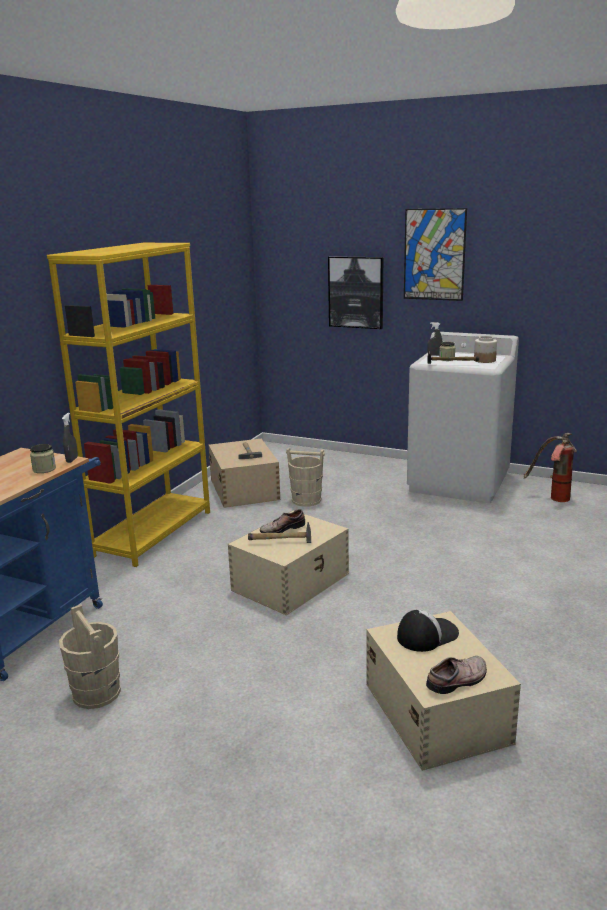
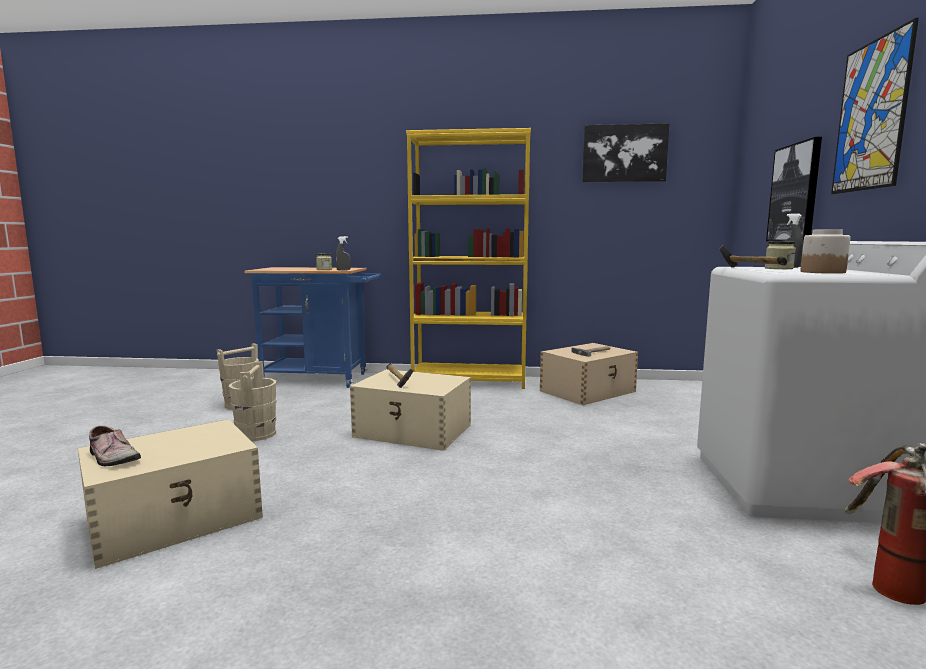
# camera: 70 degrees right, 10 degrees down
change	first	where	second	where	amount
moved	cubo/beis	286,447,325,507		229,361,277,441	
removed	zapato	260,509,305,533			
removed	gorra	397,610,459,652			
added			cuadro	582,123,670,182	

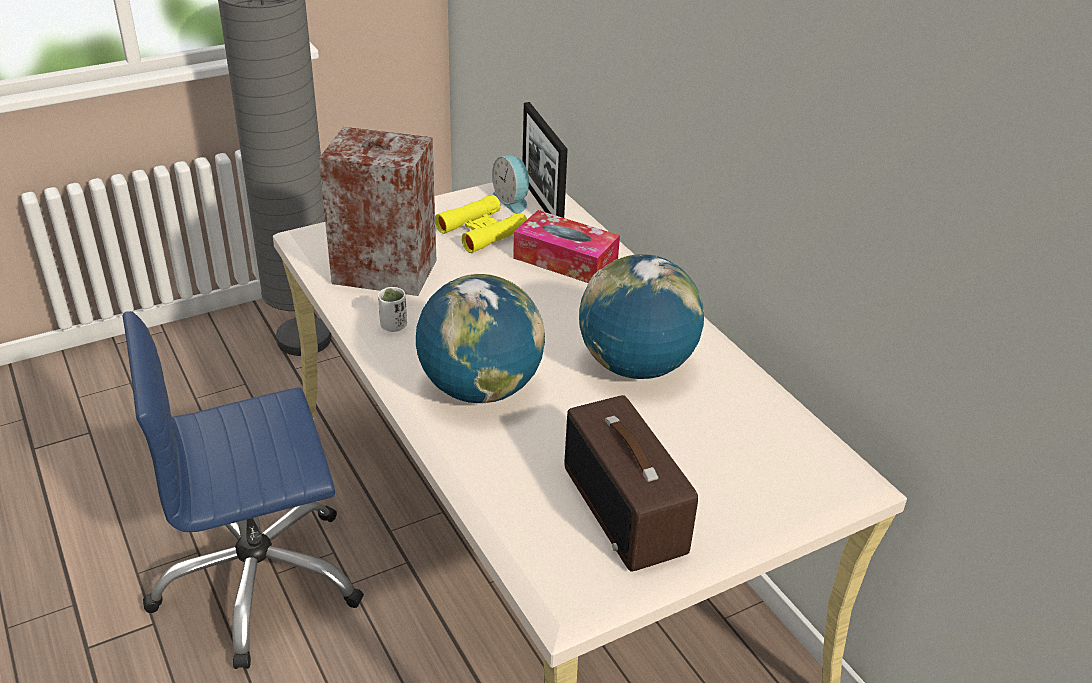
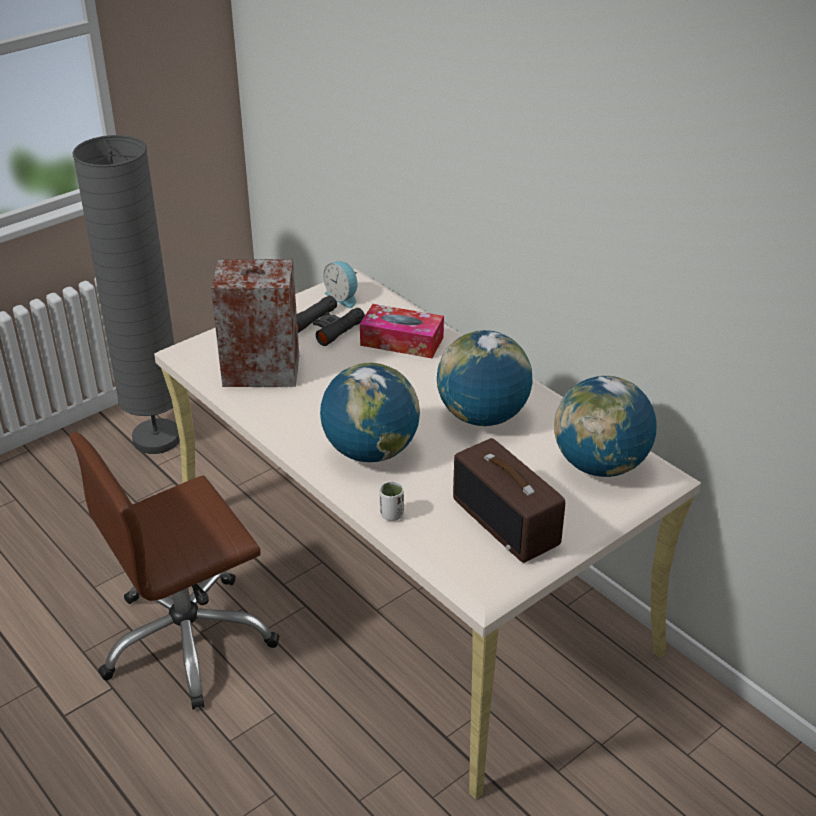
# camera: 10 degrees left, 0 degrees up
change	first	where	second	where	amount
removed	portarretratos	523,102,568,218			
recoloured	prismáticos/amarillo	435,195,527,253	prismáticos/negro	297,296,365,346	
moved	taza/blanco	378,287,407,332		380,481,404,521	
recoloured	silla de oficina/azul	123,311,364,669	silla de oficina/marrón	70,432,279,710	
added			globo terráqueo	554,376,657,477	

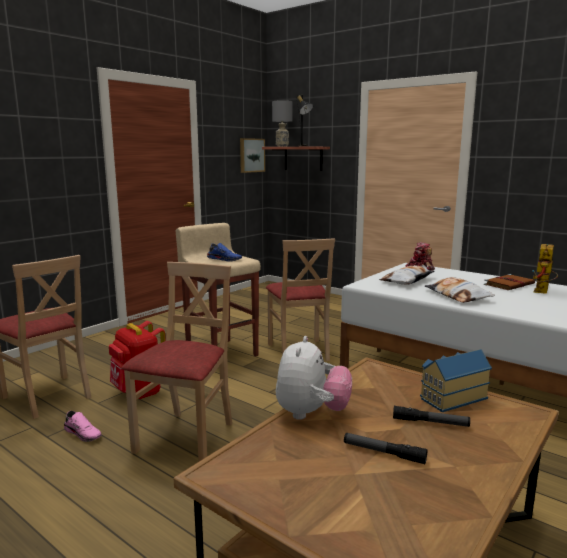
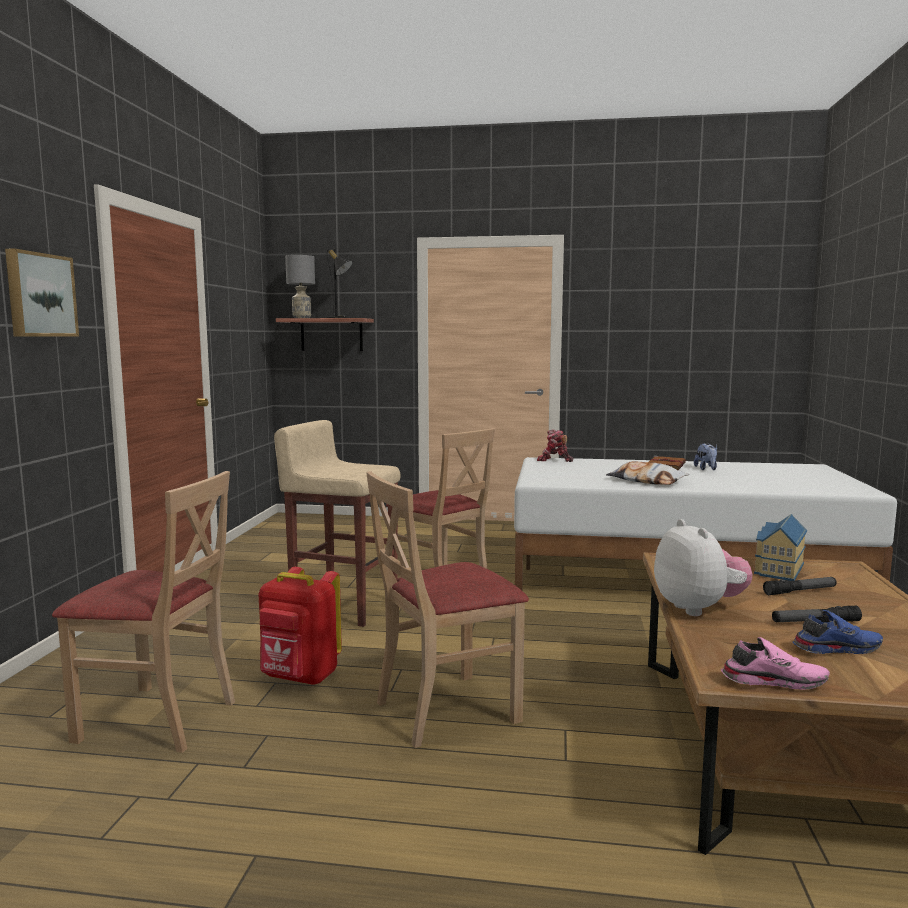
# camera: 30 degrees left, 5 degrees down
change	first	where	second	where	amount
moved	cuadro	240,138,265,173		5,249,79,337	
moved	zapato/azul	207,243,242,262		793,610,883,654	
replaced	robot de juguete	532,244,558,294	peluche	694,443,717,470	
turned	silla/beis	121,262,232,462		366,471,529,748	105 degrees counterclockwise
removed	cojín	379,266,435,284			
moved	zapato/rosa	64,411,102,442		721,637,830,690	

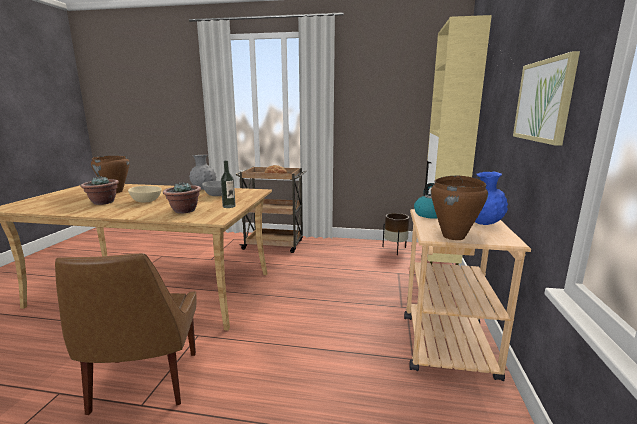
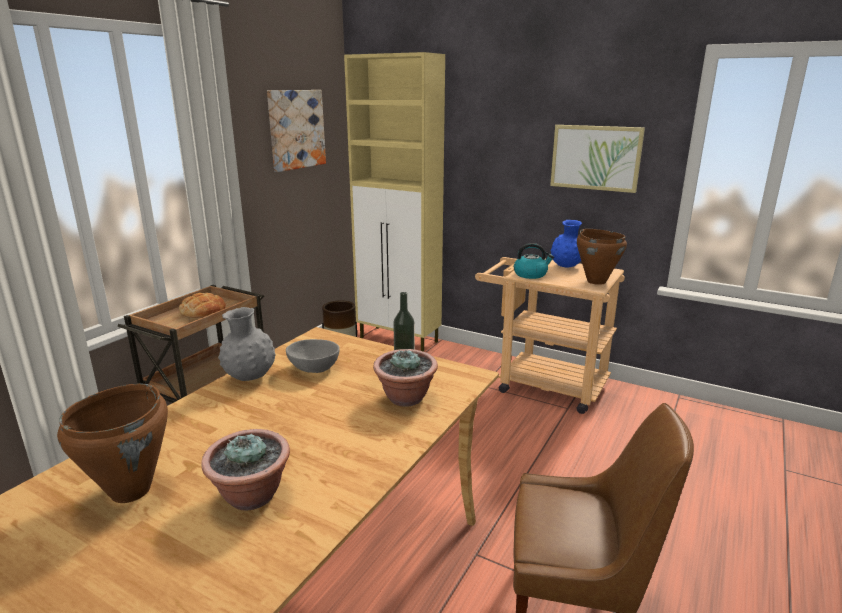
# camera: 70 degrees left, 5 degrees up
change	first	where	second	where	amount
removed	cuenco/beis	128,186,162,202			
added			cuadro	267,90,326,172	

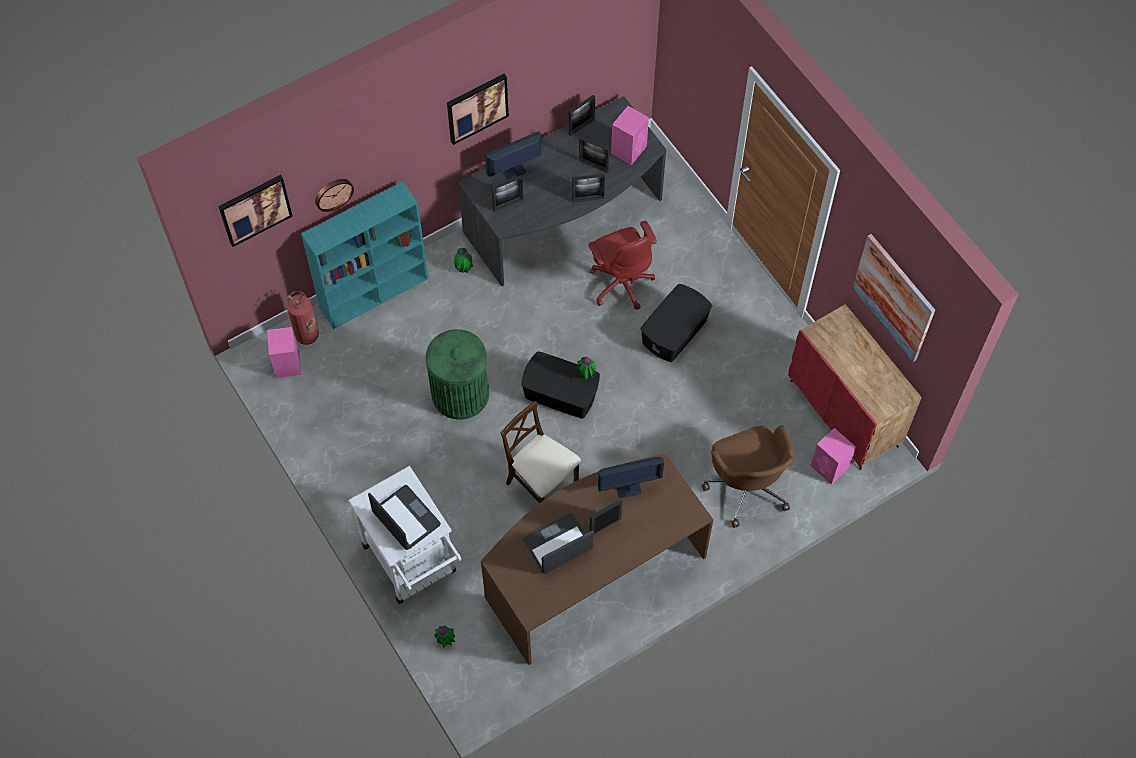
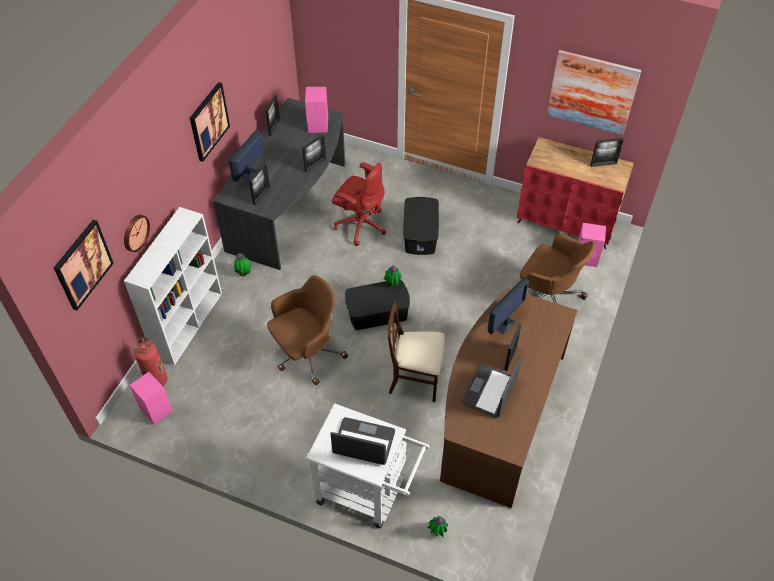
# camera: 35 degrees left, 10 degrees down
change	first	where	second	where	amount
moved	portarretratos	579,136,610,173		590,138,624,167	
recoloured	estantería/turquesa	301,181,428,329	estantería/blanco	124,207,222,365	
replaced	papelera/verde	426,329,489,420	silla de oficina/marrón	267,275,348,385	

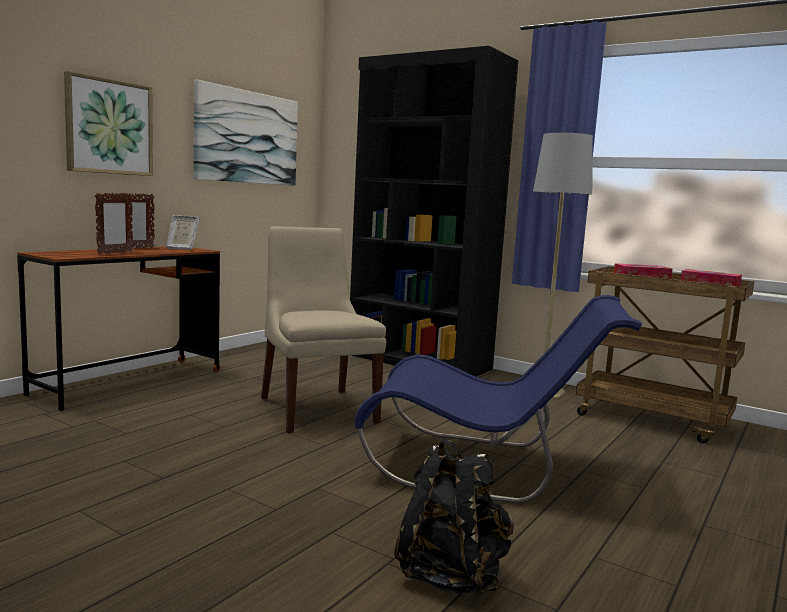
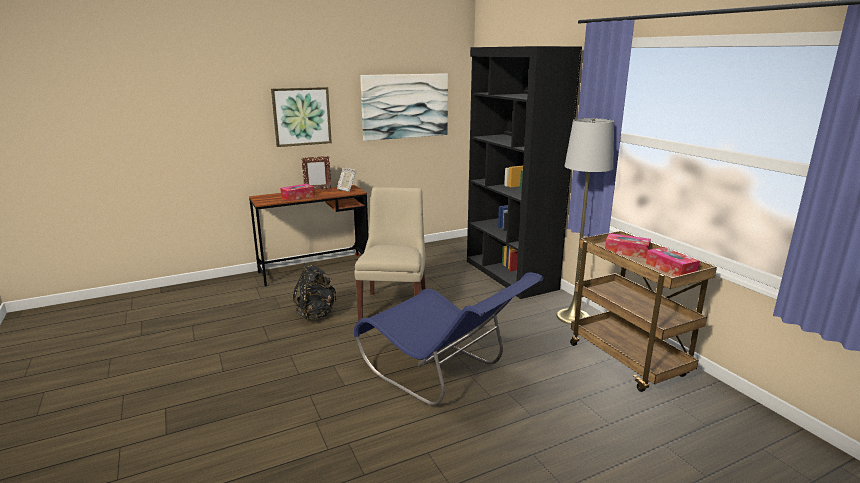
# camera: 30 degrees right, 10 degrees up
change	first	where	second	where	amount
replaced	portarretratos	95,193,133,254	caja de pañuelos	280,184,315,201	
moved	mochila/negro	394,438,514,594		293,263,337,320	

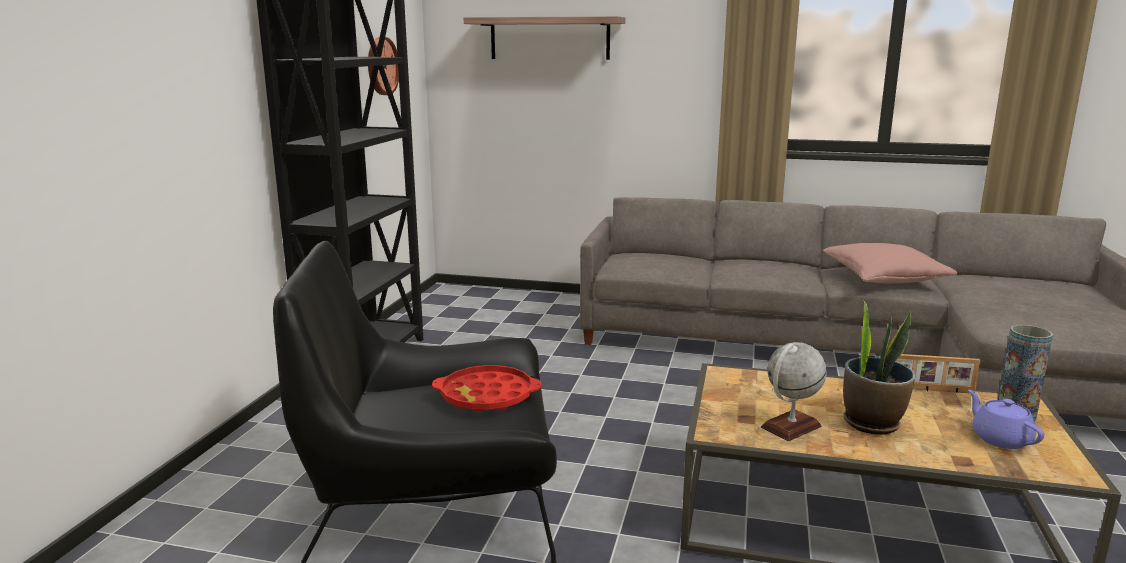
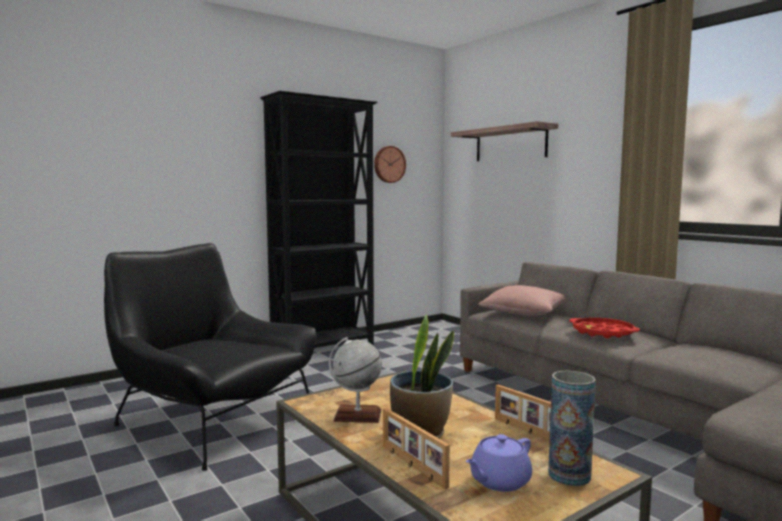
# camera: 40 degrees right, 10 degrees down
change	first	where	second	where	amount
moved	cojín/rosa	823,243,957,283		478,285,566,316	
moved	bandeja/rojo	432,365,541,412		569,318,640,339	
turned	tetera/morado	968,390,1044,449		466,434,532,492	150 degrees counterclockwise
added			portarretratos	383,408,450,490	

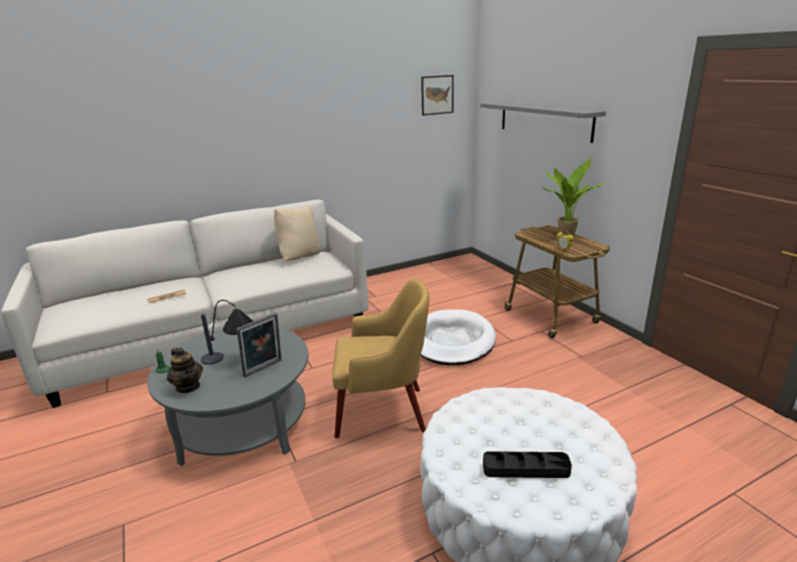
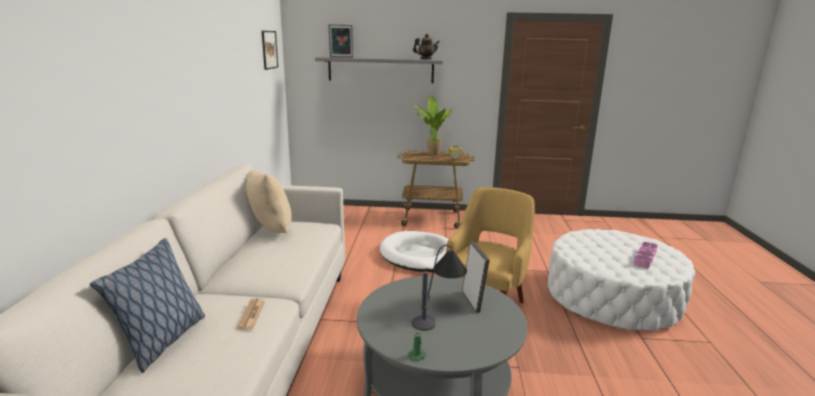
# camera: 60 degrees left, 5 degrees down
change	first	where	second	where	amount
moved	tetera	167,348,203,393		413,34,439,59	
recoloured	bandeja/negro	483,451,572,478	bandeja/rosa	634,242,658,268	
added			portarretratos	328,24,353,58	
added			cojín	90,238,205,373	

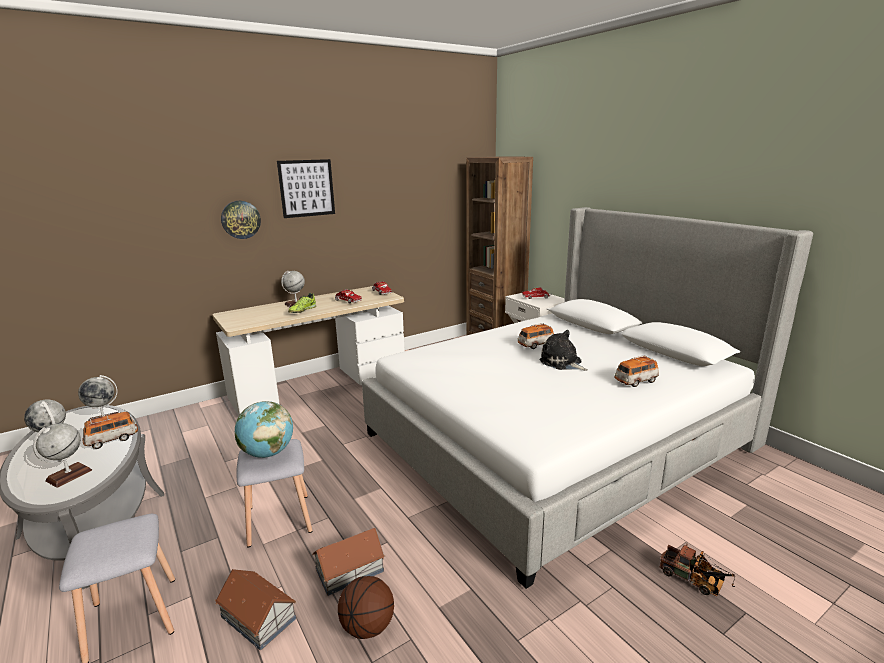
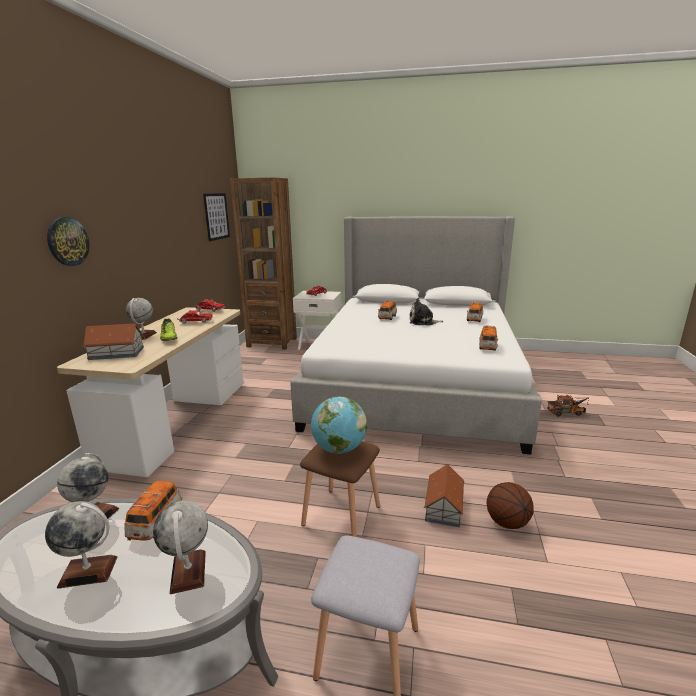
# camera: 45 degrees left, 0 degrees up
change	first	where	second	where	amount
moved	cuadro	277,159,335,218		203,193,230,241	
recoloured	taburete/gris	236,439,312,547	taburete/marrón	300,441,380,537	
moved	casita	215,569,296,650		82,323,144,360	
added			coche de juguete	479,325,498,351	

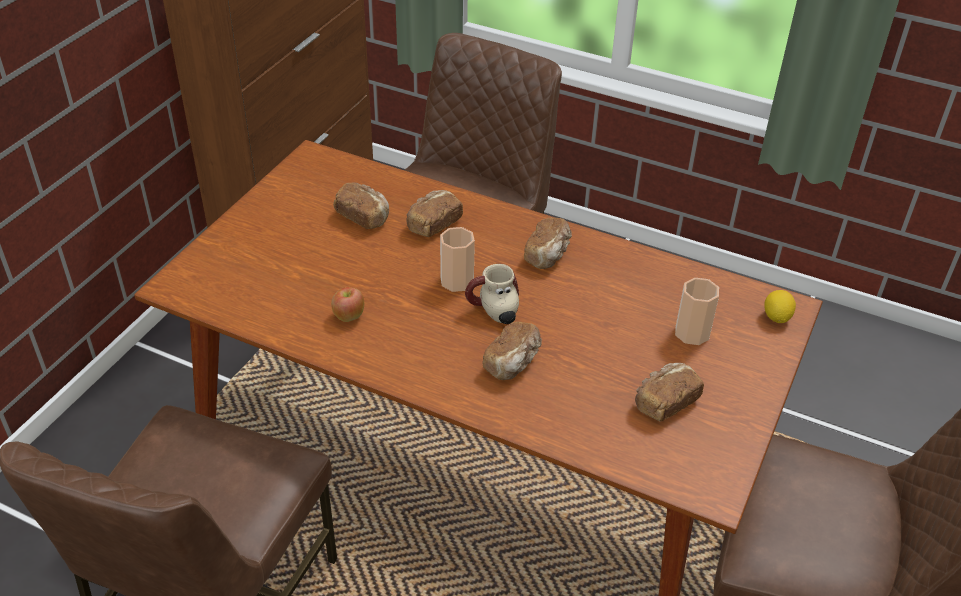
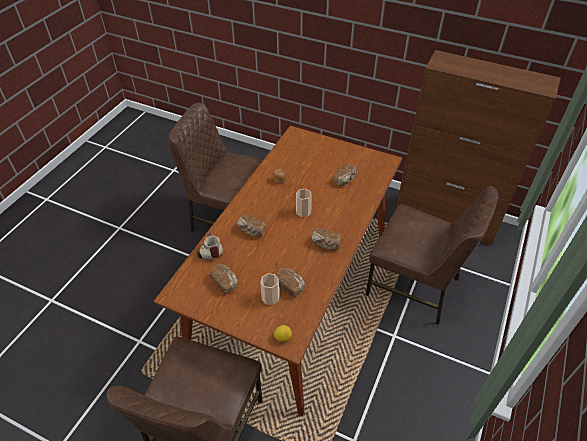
# camera: 90 degrees right, 5 degrees up
change	first	where	second	where	amount
moved	pan	407,190,463,237		276,268,305,297	
moved	taza grande	465,264,519,324		197,232,223,260	

